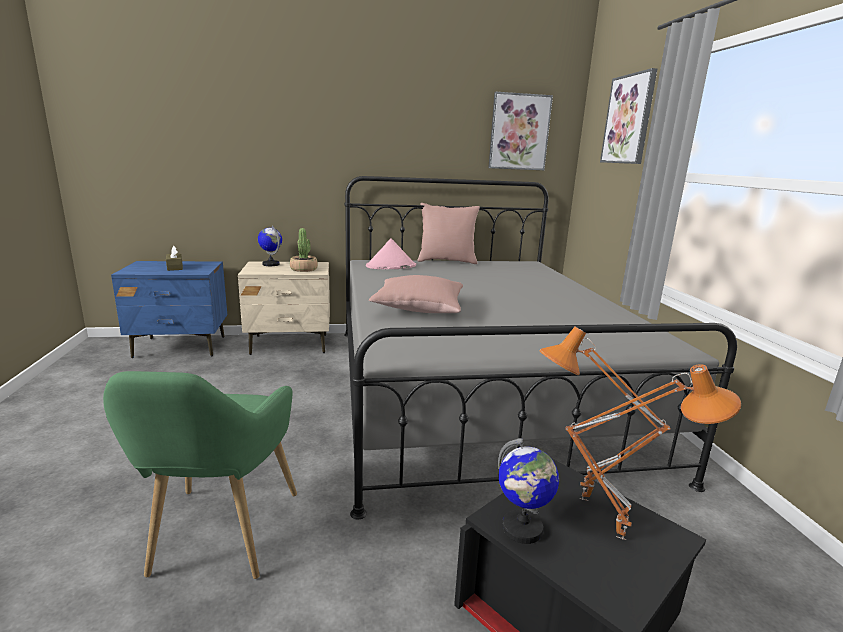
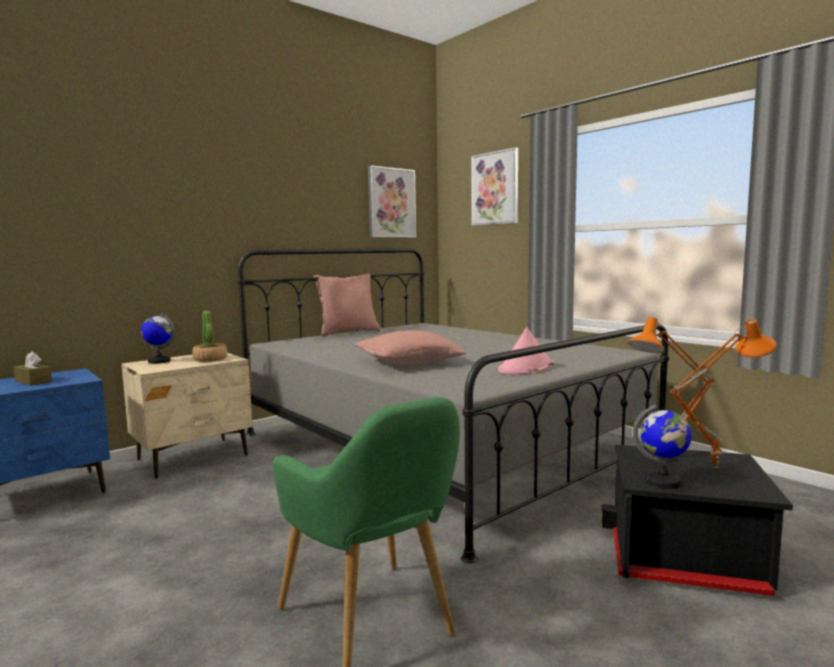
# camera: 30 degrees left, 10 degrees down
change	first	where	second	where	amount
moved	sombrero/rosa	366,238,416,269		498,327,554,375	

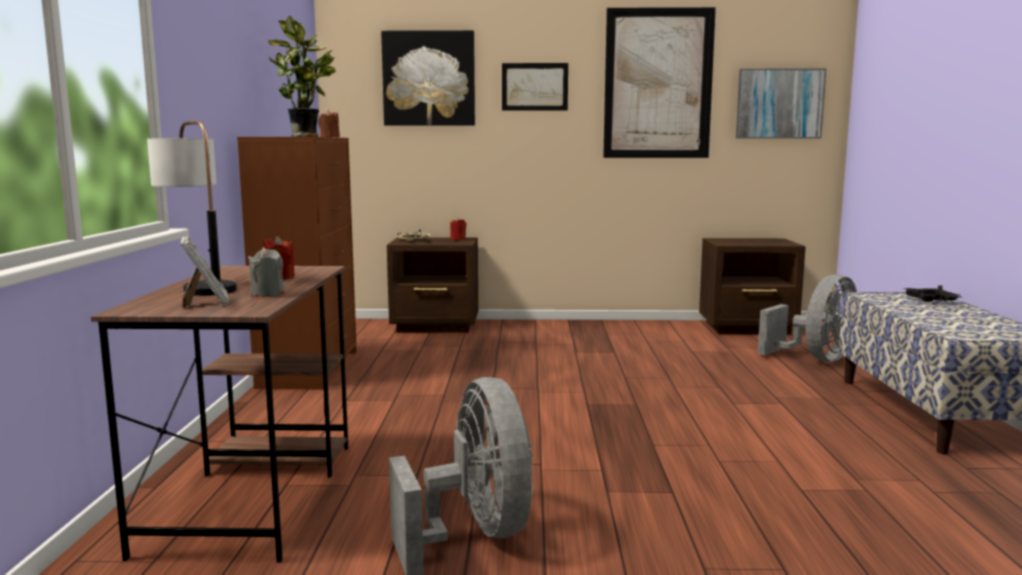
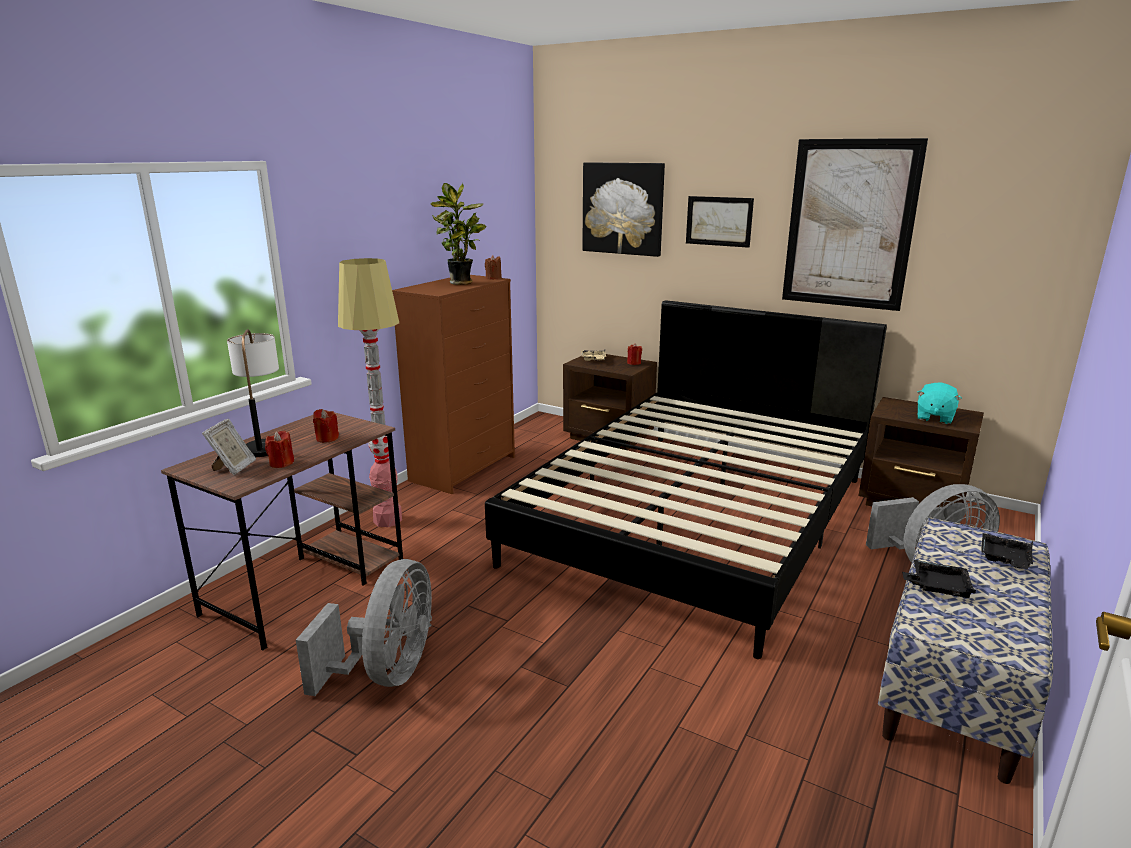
# camera: 30 degrees right, 10 degrees up
change	first	where	second	where	amount
removed	cuadro	736,68,826,138			
recoloured	vela/gris	248,247,284,297	vela/rojo	265,431,294,468	
added			lámpara de pie	338,258,402,527	
added			cama/negro	485,300,887,659	
added			peluche/turquesa	917,383,962,424	
added			bandeja/negro	902,560,976,598	

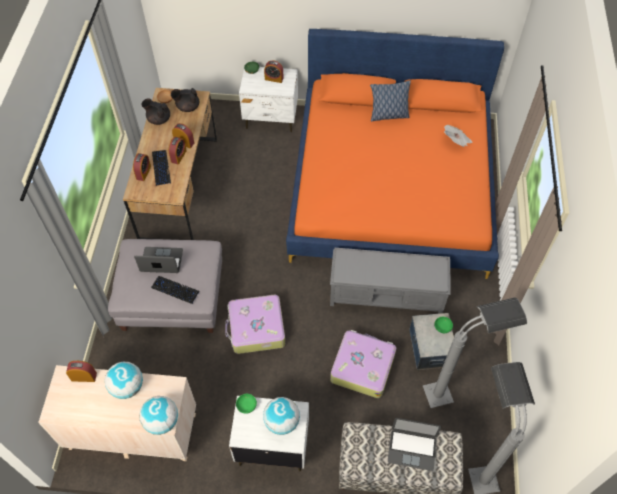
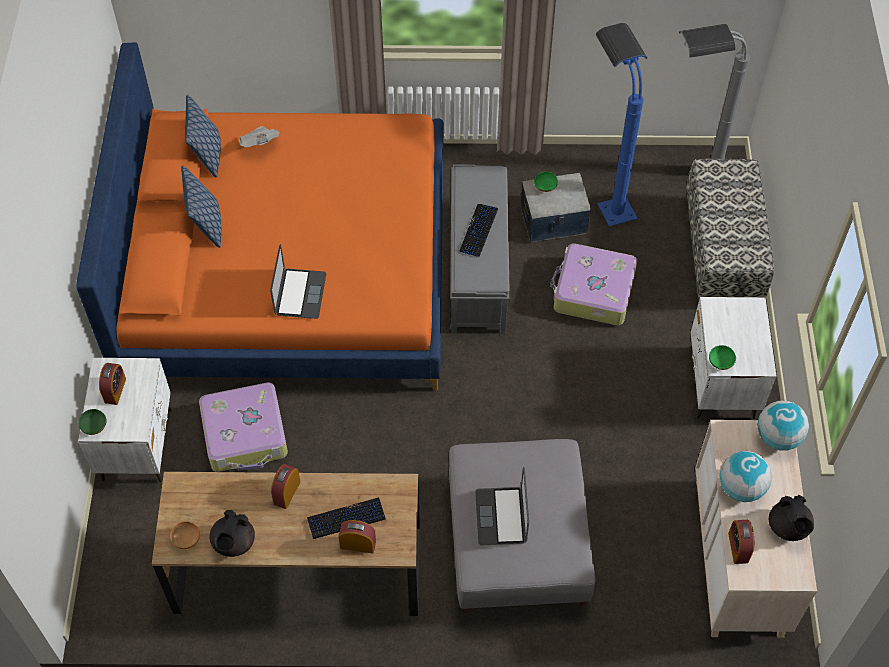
# camera: 95 degrees left, 0 degrees up
change	first	where	second	where	amount
moved	tetera/negro	171,88,199,112		769,495,814,541	
removed	despertador	169,137,187,164			
moved	teclado	151,276,200,304		459,204,498,257	
moved	maleta	225,295,285,354		199,383,288,472	
recoloured	lámpara de pie/gris	423,297,527,408	lámpara de pie/azul	596,23,647,227	
removed	globo terráqueo	263,397,300,435			
moved	portátil	388,418,441,471		270,244,326,319	
added			cojín	185,94,221,177	

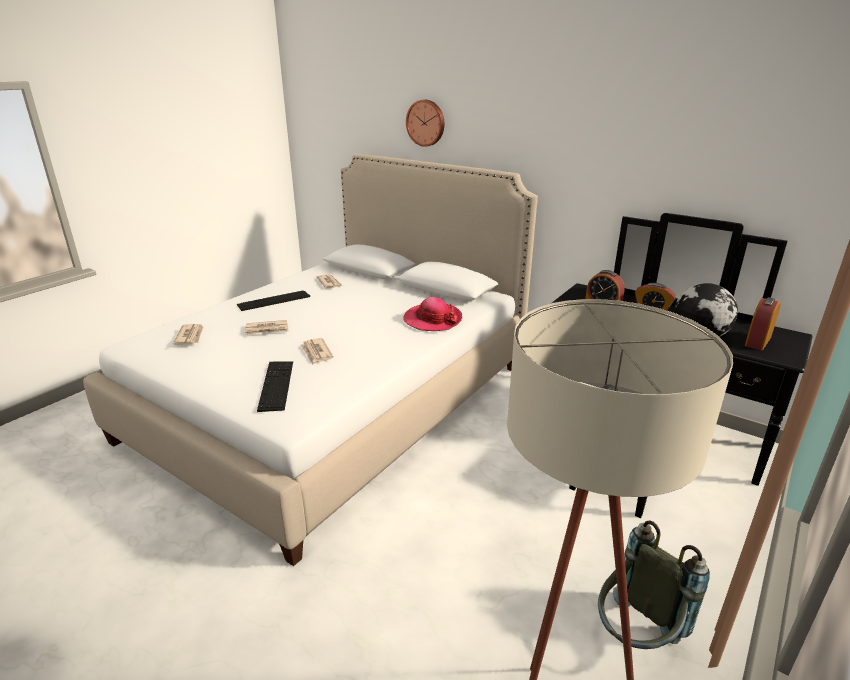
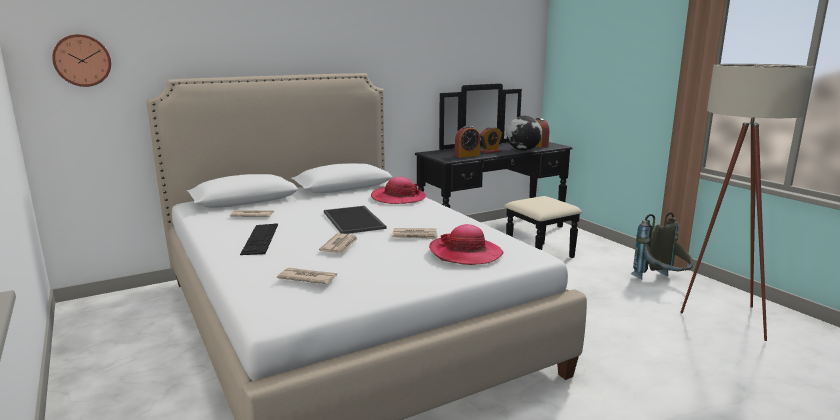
# camera: 65 degrees left, 10 degrees down
change	first	where	second	where	amount
moved	reloj de pared	406,100,444,147		52,34,111,87	
replaced	teclado	257,361,293,412	sombrero	429,224,503,265	
added			bandeja	324,206,387,234	

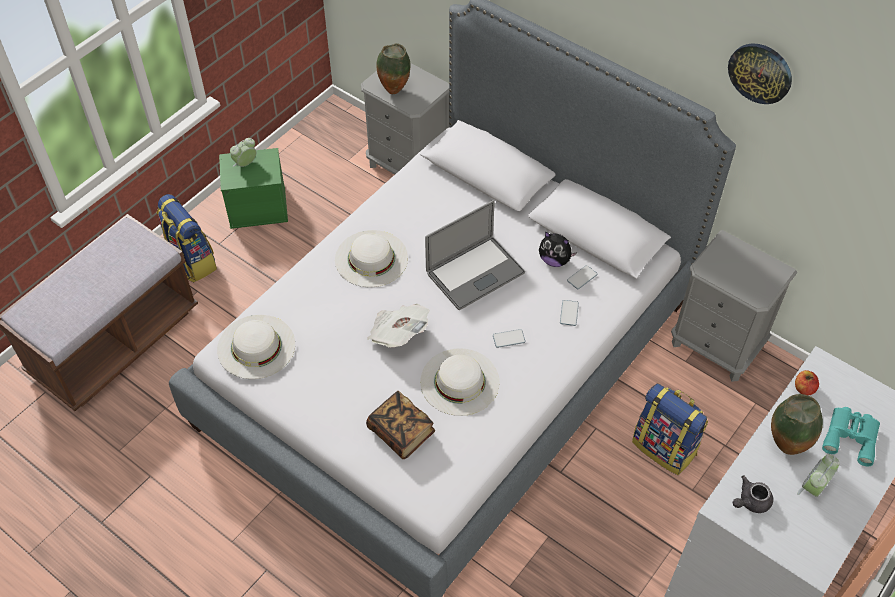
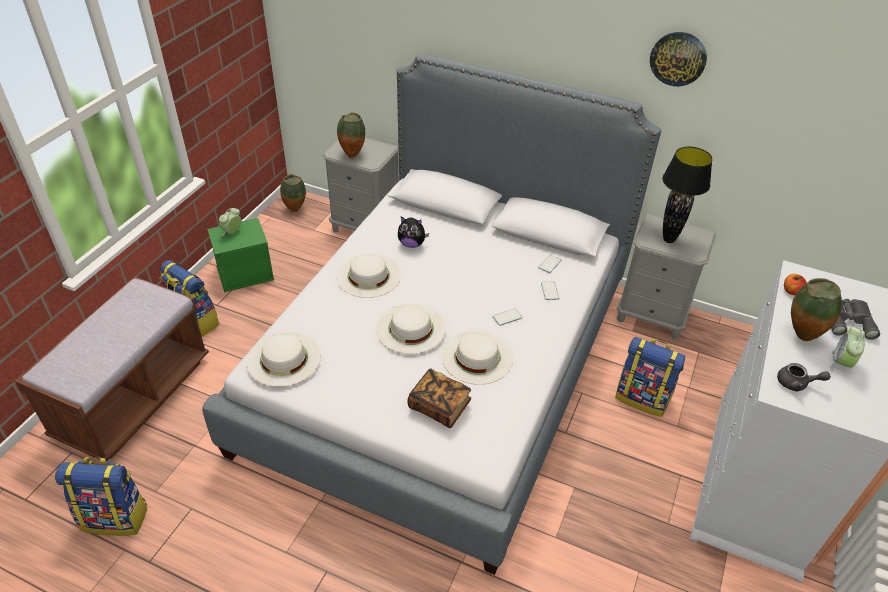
# camera: 15 degrees left, 10 degrees down
change	first	where	second	where	amount
removed	portátil	425,200,525,310			
moved	peluche	539,231,577,267		398,216,429,248	
replaced	periódico	367,304,430,347	sombrero/blanco	376,304,446,354	
recoloured	prismáticos/turquesa	822,407,880,466	prismáticos/gris	831,299,880,340	
turned	tetera/gris	733,475,773,513		777,363,831,392	120 degrees counterclockwise
added			lámpara de mesa/negro	662,147,712,243	
added			florero	280,174,306,212	
added			mochila	55,457,148,536	

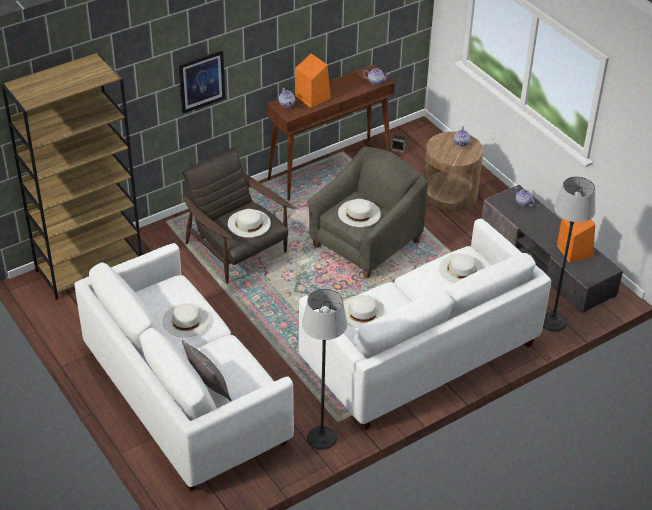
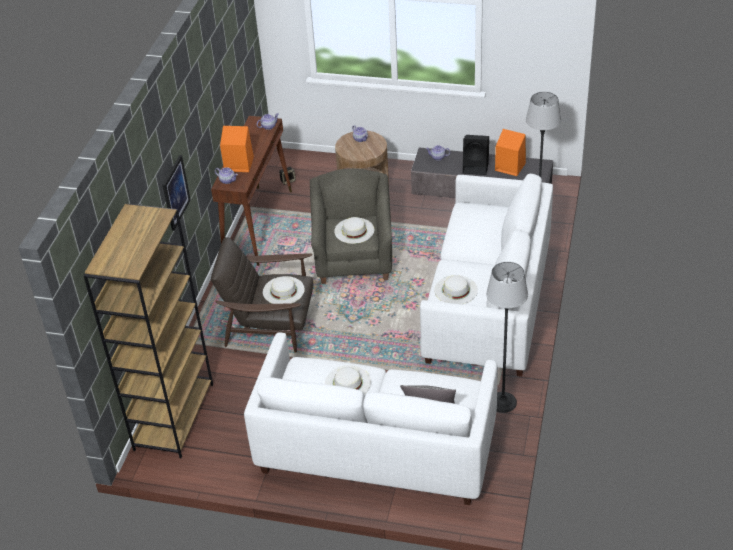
# camera: 40 degrees left, 0 degrees up
change	first	where	second	where	amount
removed	sombrero/blanco	439,254,484,283			
added			altavoz/negro	463,135,489,175	

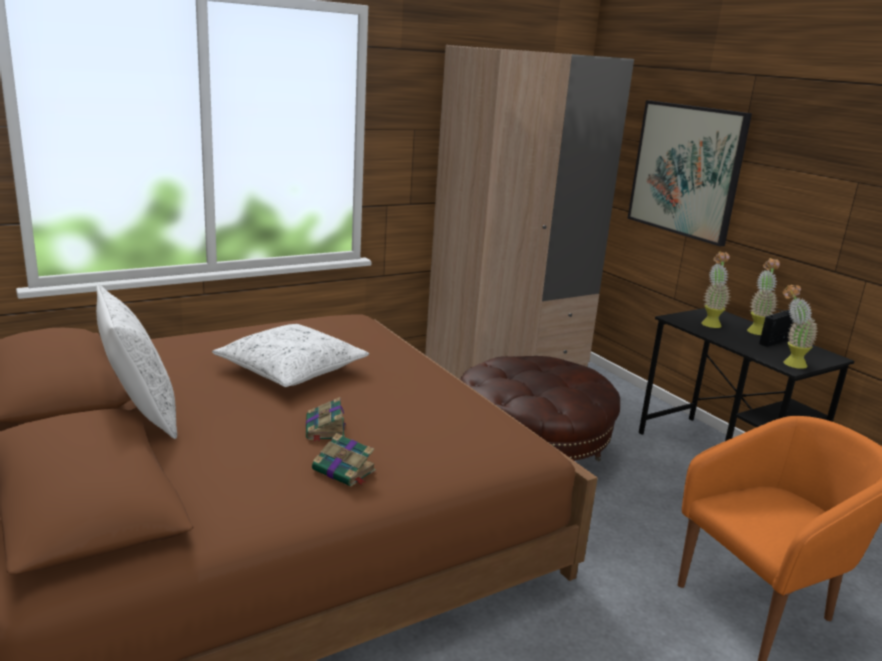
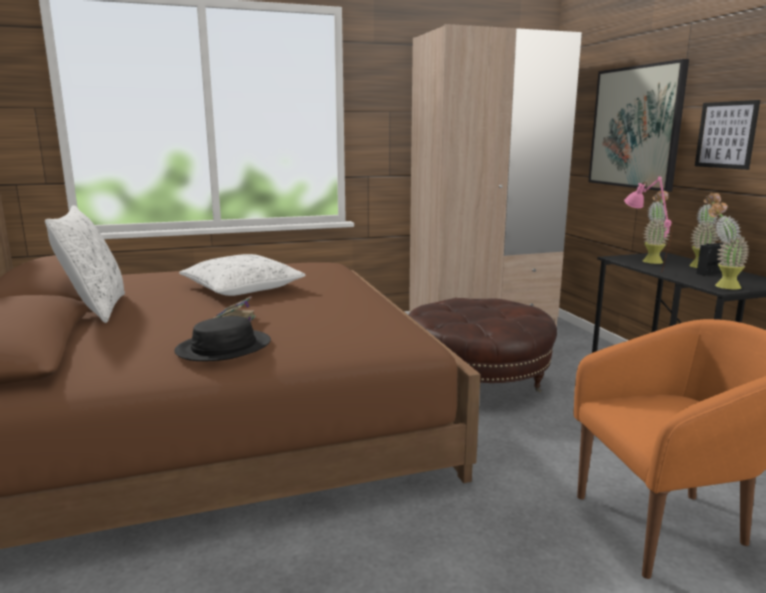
# camera: 15 degrees right, 5 degrees down
change	first	where	second	where	amount
replaced	libro	312,433,376,487	sombrero/negro	174,316,271,361	
added			cuadro	695,100,760,170	
added			lámpara de mesa/rosa	624,176,673,273	

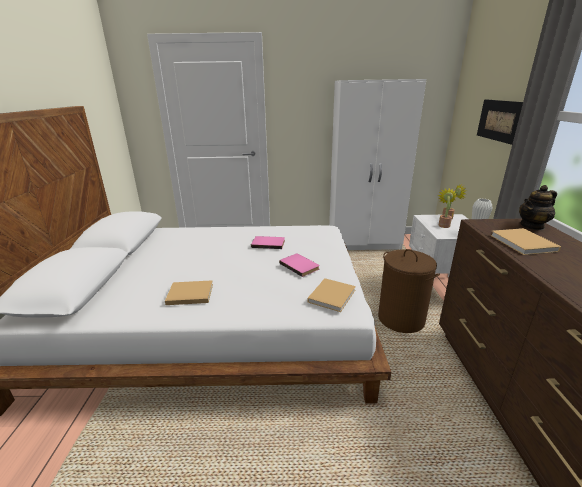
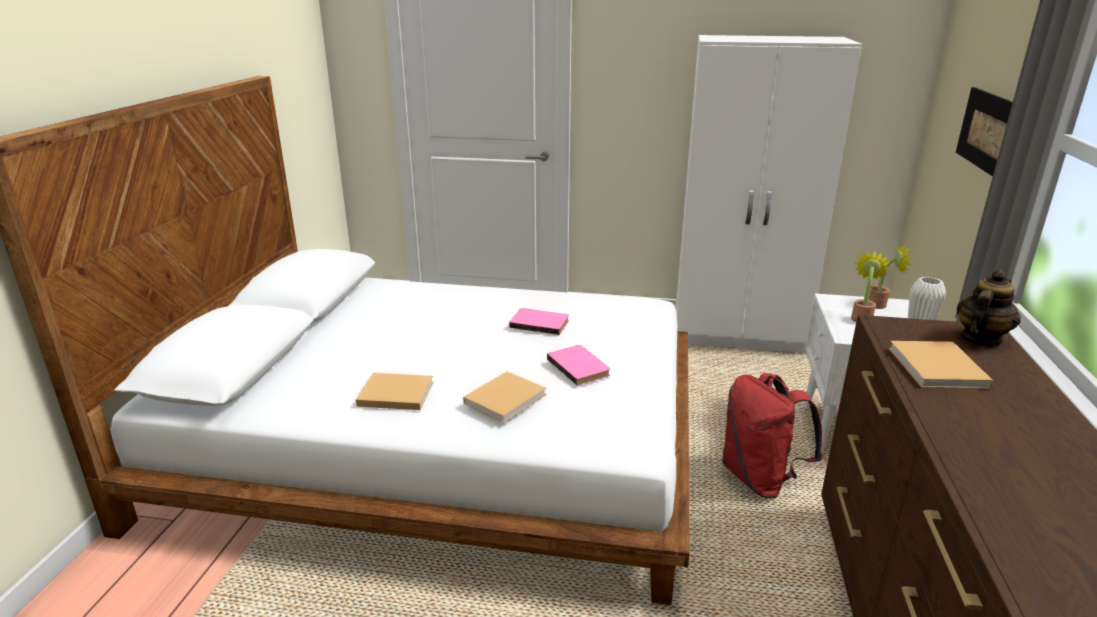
# camera: 10 degrees right, 0 degrees up
change	first	where	second	where	amount
turned	tetera	519,185,557,230		957,269,1021,346	150 degrees clockwise
replaced	cesto de la ropa/marrón	378,249,440,333	mochila/rojo	722,373,822,498	
moved	libro/beis	308,278,356,312		463,371,546,423	

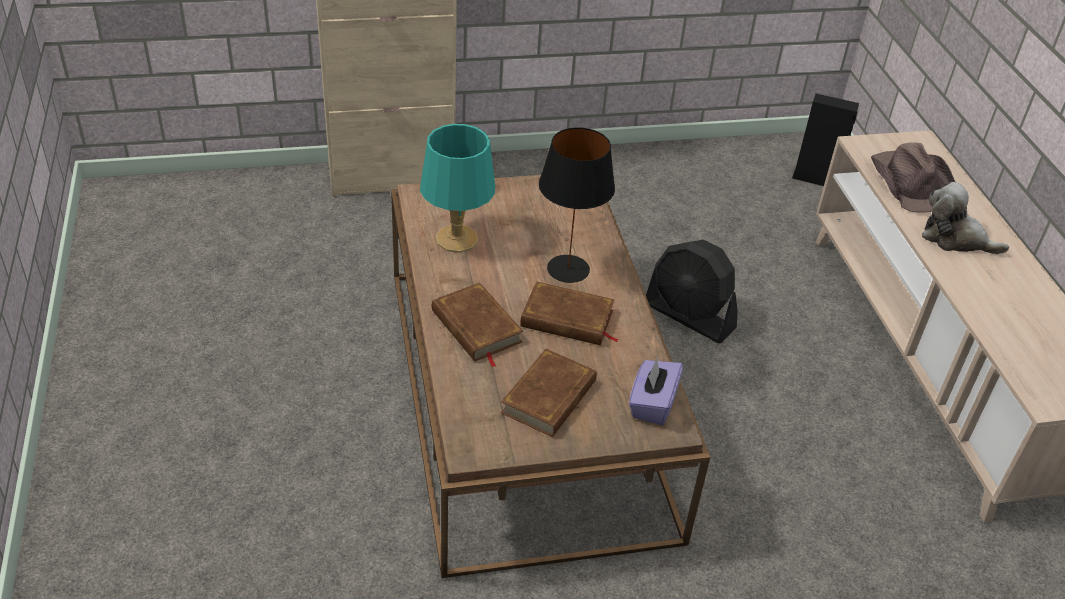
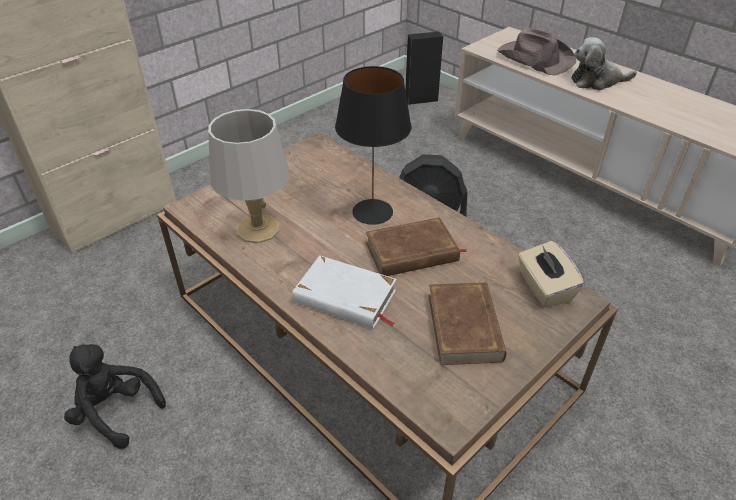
# camera: 30 degrees left, 0 degrees up
change	first	where	second	where	amount
recoloured	lámpara de mesa/turquesa	420,124,495,253	lámpara de mesa/gris	208,109,289,243	
recoloured	libro/marrón	432,283,523,368	libro/blanco	292,255,397,329	
recoloured	caja de pañuelos/morado	629,358,683,425	caja de pañuelos/beis	518,241,584,307	
added			peluche/negro	64,344,166,449	

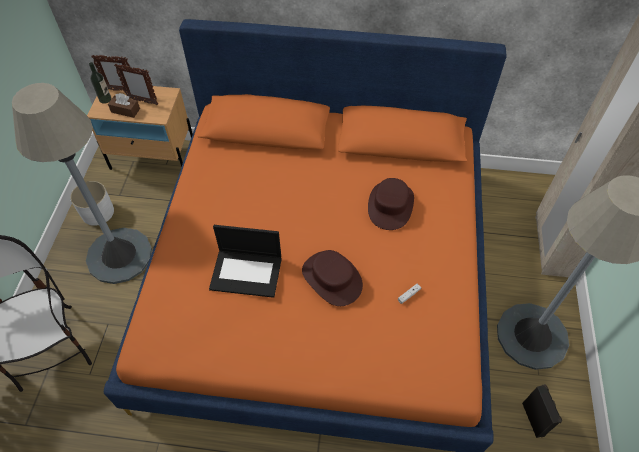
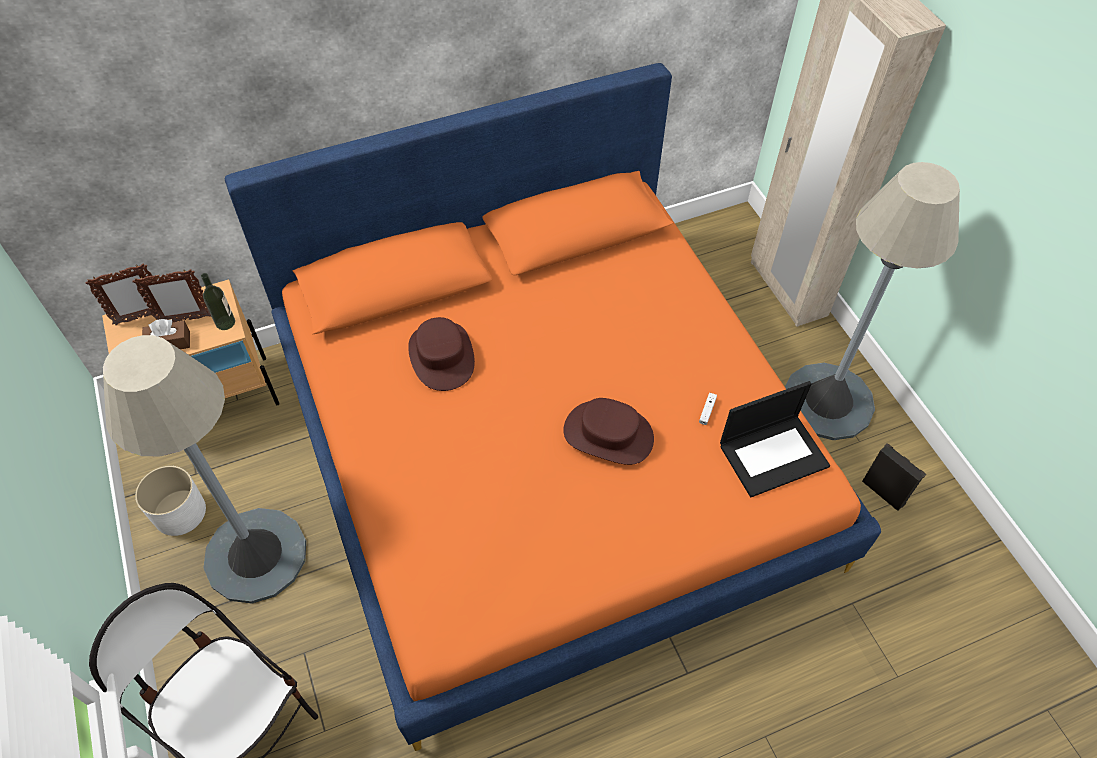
# camera: 30 degrees left, 0 degrees up
change	first	where	second	where	amount
moved	botella	89,62,111,104		201,273,235,330	
moved	sombrero/marrón	368,178,414,230		408,317,475,391	
moved	portátil	209,225,282,298		720,381,830,498	

